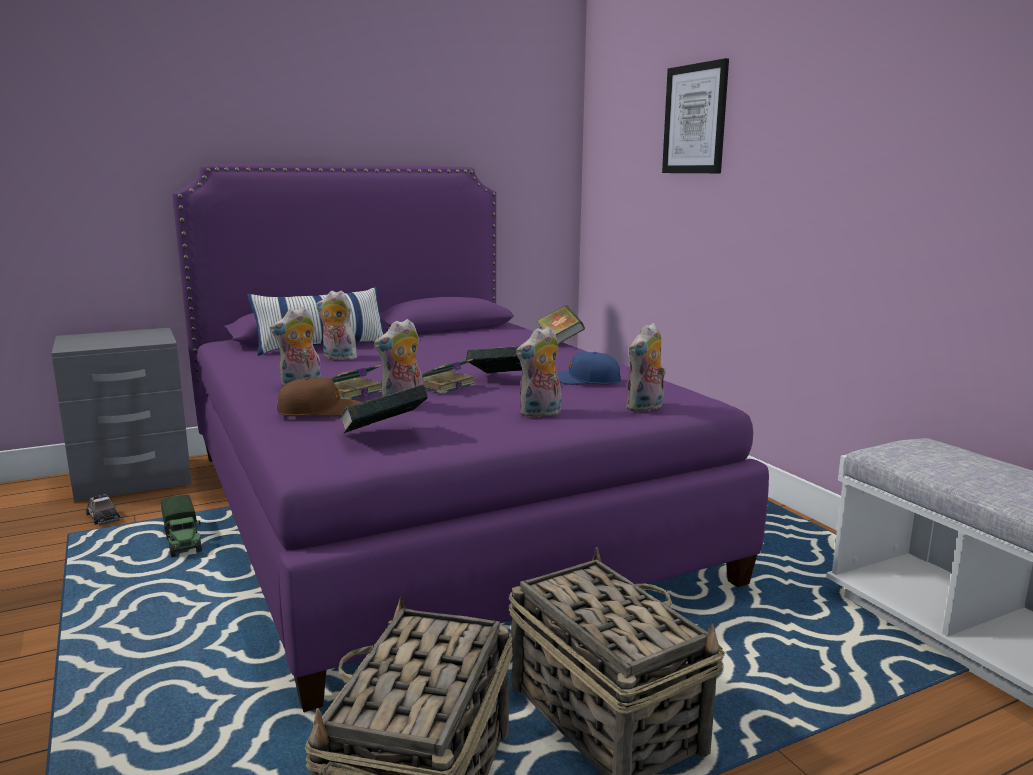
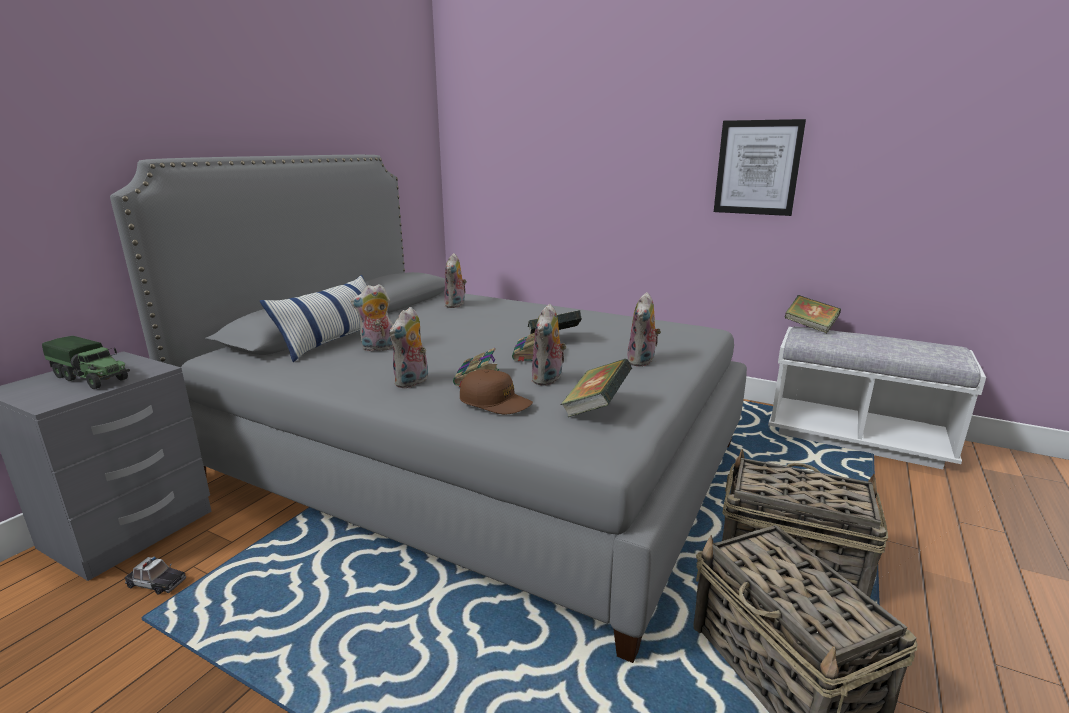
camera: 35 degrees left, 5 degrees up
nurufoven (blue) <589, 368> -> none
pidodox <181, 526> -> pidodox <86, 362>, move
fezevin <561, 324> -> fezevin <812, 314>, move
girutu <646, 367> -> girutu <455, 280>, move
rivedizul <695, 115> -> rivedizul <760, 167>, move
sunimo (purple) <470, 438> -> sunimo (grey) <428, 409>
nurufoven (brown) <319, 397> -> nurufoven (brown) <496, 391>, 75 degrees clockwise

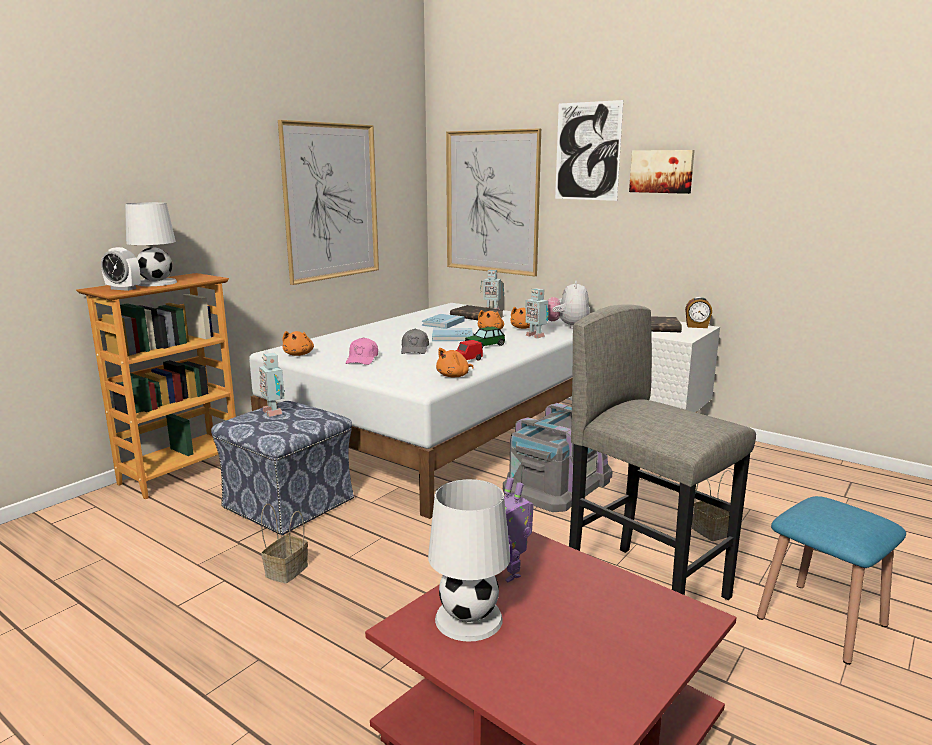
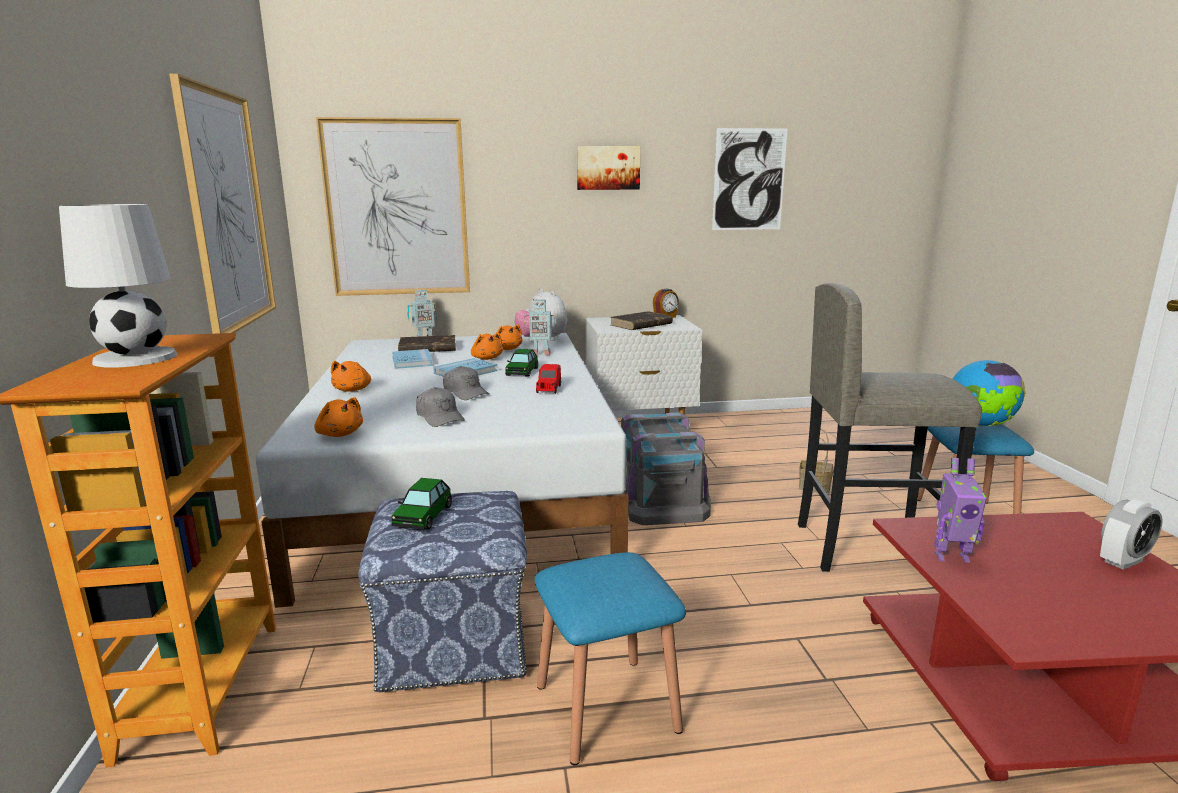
camera: 45 degrees left, 0 degrees up
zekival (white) <469, 560> -> none
none -> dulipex <989, 393>
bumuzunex <120, 269> -> bumuzunex <1131, 534>, move
girutu (orange) <455, 362> -> girutu (orange) <351, 376>, move
rivedizul <589, 150> -> rivedizul <749, 179>, move
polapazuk <272, 385> -> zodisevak <422, 503>
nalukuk <284, 543> -> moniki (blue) <610, 658>
nurufoven (pink) <362, 351> -> nurufoven (grey) <440, 407>

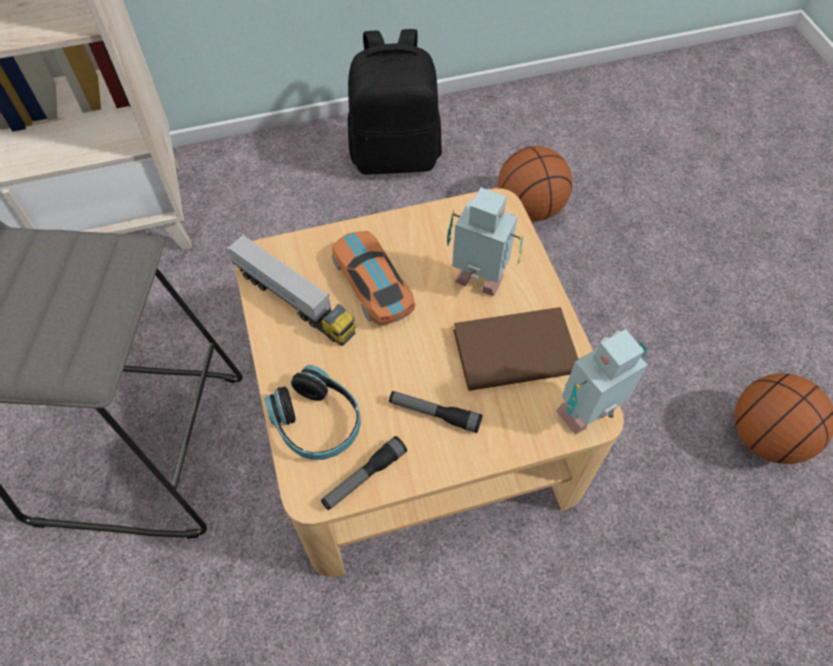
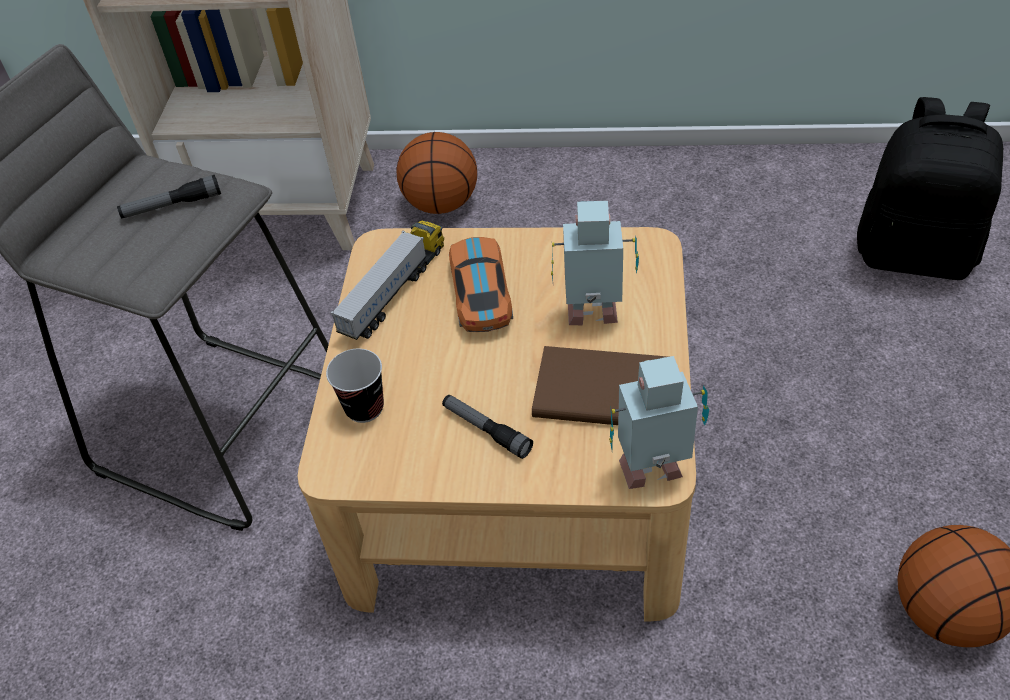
camera: 25 degrees right, 10 degrees down
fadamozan <364, 473> -> fadamozan <169, 197>, move
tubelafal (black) <395, 101> -> tubelafal (black) <930, 188>, move
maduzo <535, 183> -> maduzo <437, 173>, move
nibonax <312, 412> -> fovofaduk <355, 386>
pidodox <291, 290> -> pidodox <387, 280>, 120 degrees counterclockwise
polapazuk <485, 241> -> polapazuk <595, 263>, 45 degrees counterclockwise

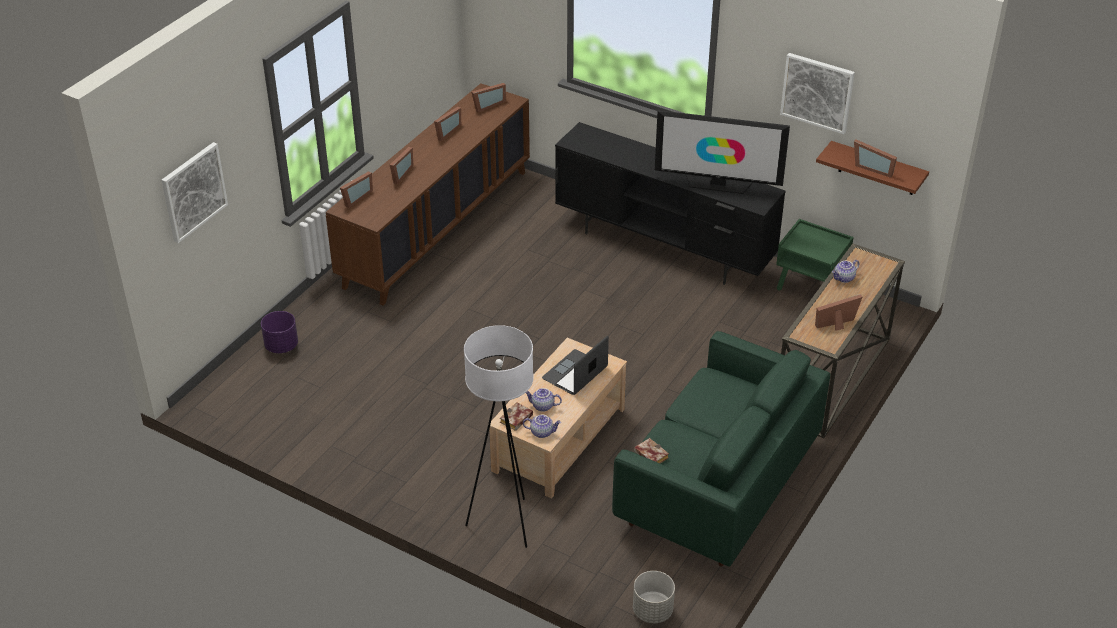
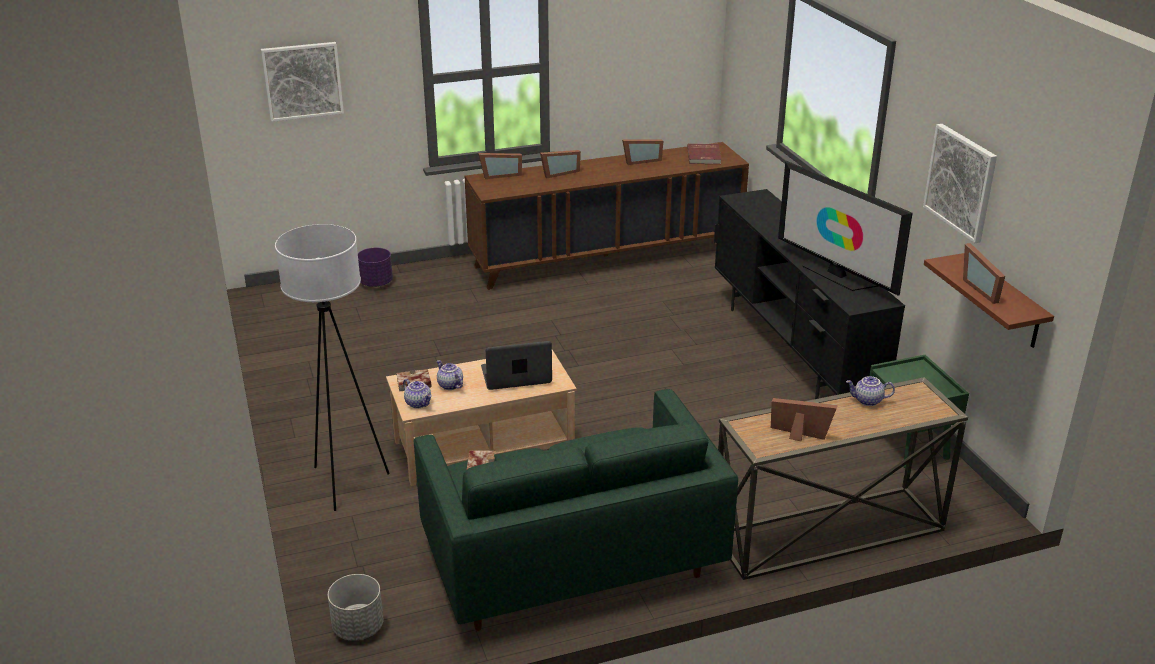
camera: 40 degrees right, 10 degrees down
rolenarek <488, 98> -> fezevin (red) <704, 153>

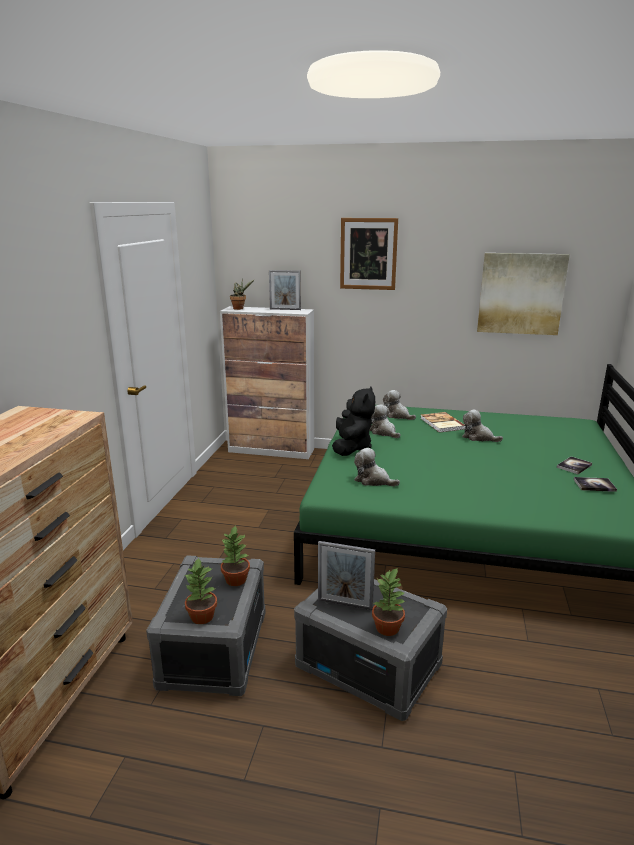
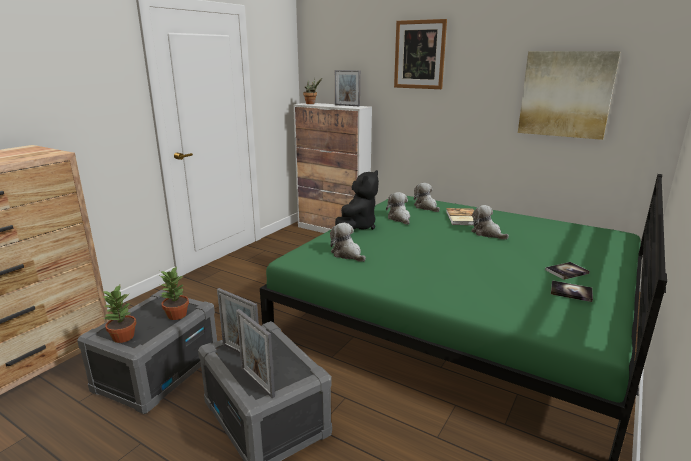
camera: 20 degrees right, 0 degrees up
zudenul <389, 601> -> rolenarek <255, 353>

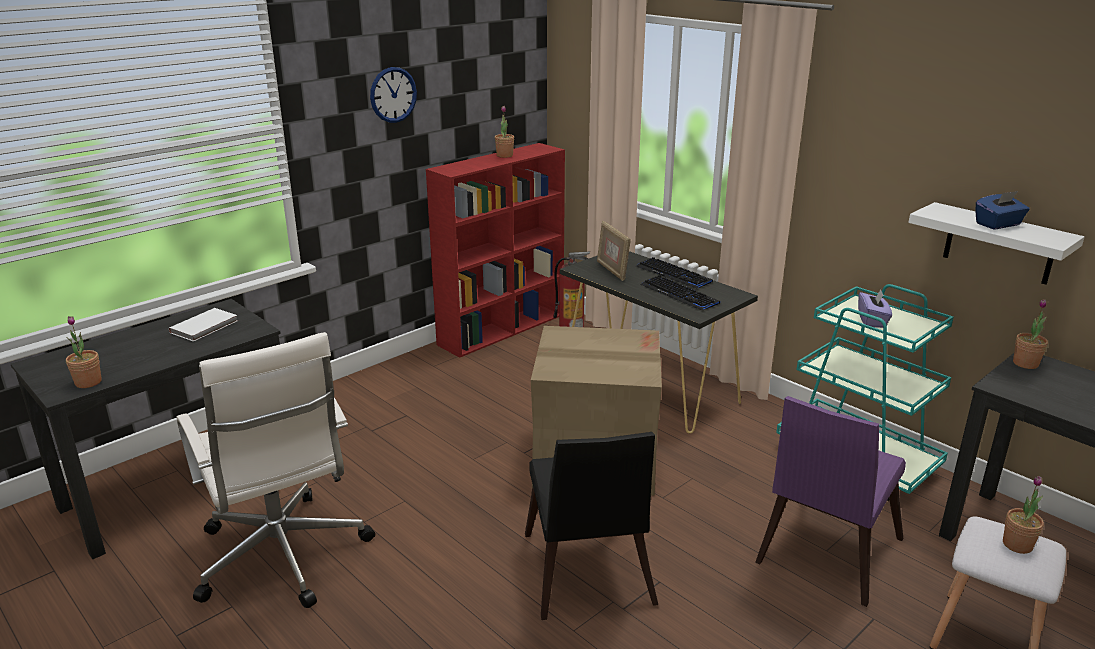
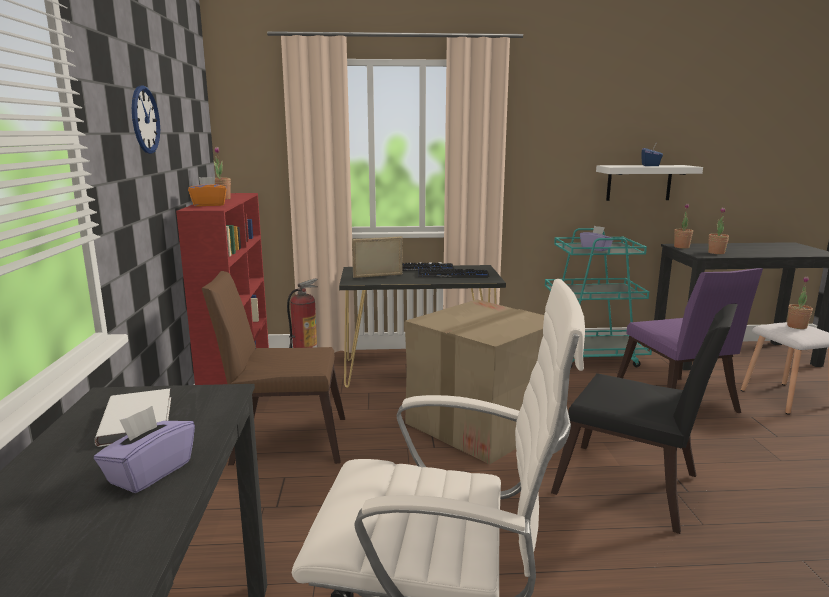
camera: 50 degrees left, 10 degrees down
none -> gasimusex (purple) <144, 449>
none -> gasimusex (orange) <207, 192>
none -> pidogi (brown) <273, 368>
zudenul <84, 352> -> zudenul <718, 230>, move
rolenarek <614, 251> -> rolenarek <377, 257>, 150 degrees clockwise

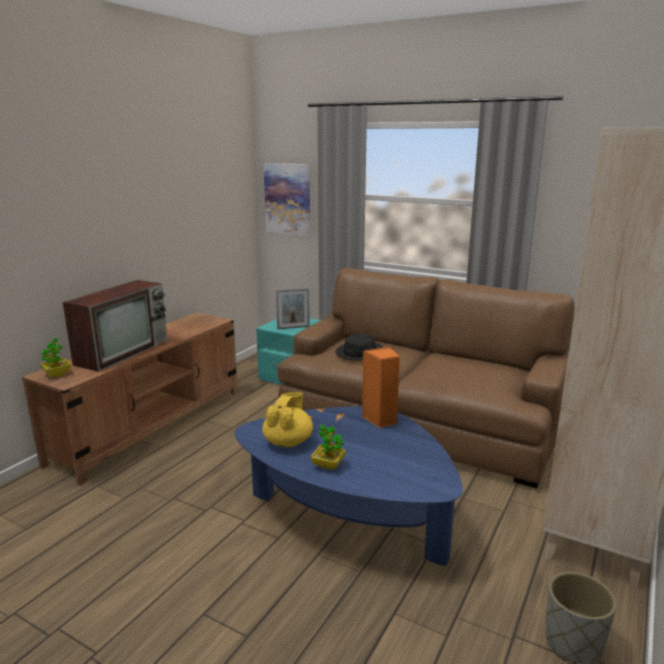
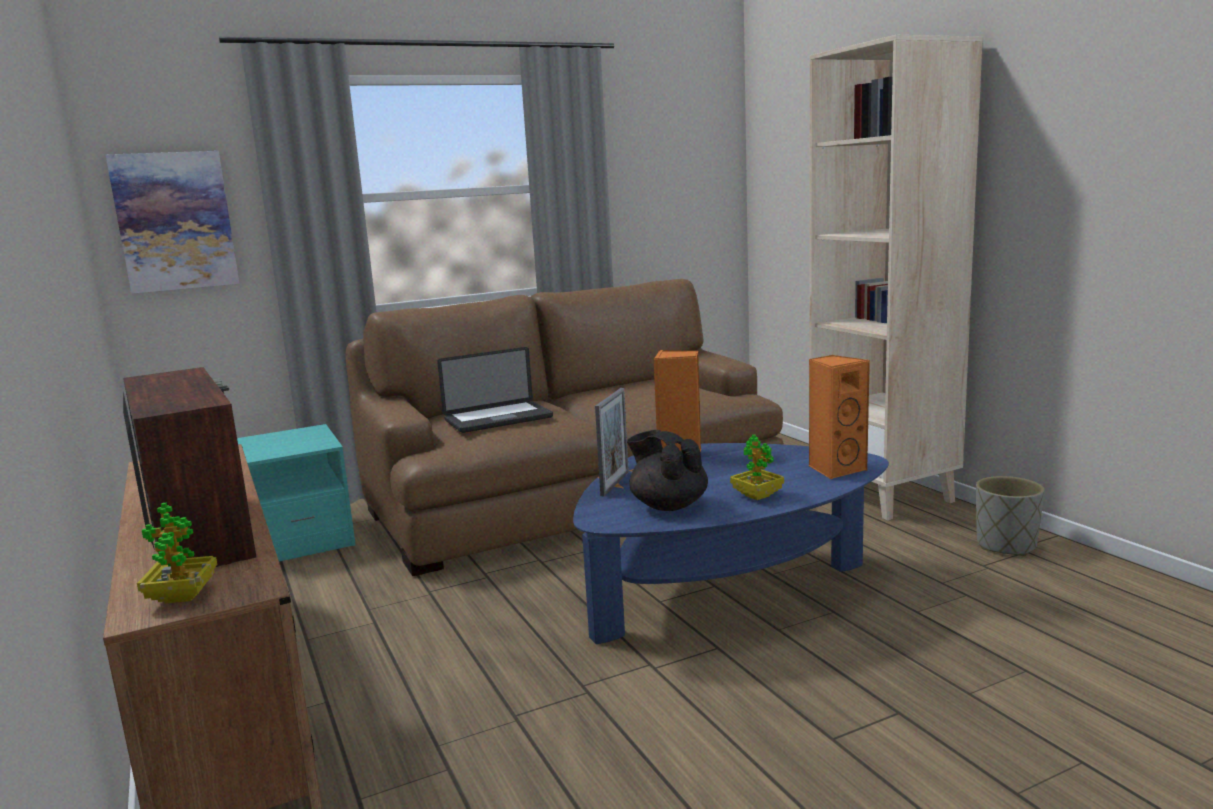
camera: 55 degrees left, 5 degrees down
none -> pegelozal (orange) <839, 417>
rolenarek <293, 308> -> rolenarek <612, 442>, move
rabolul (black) <359, 347> -> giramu <495, 390>
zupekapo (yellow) <287, 419> -> zupekapo (black) <667, 470>

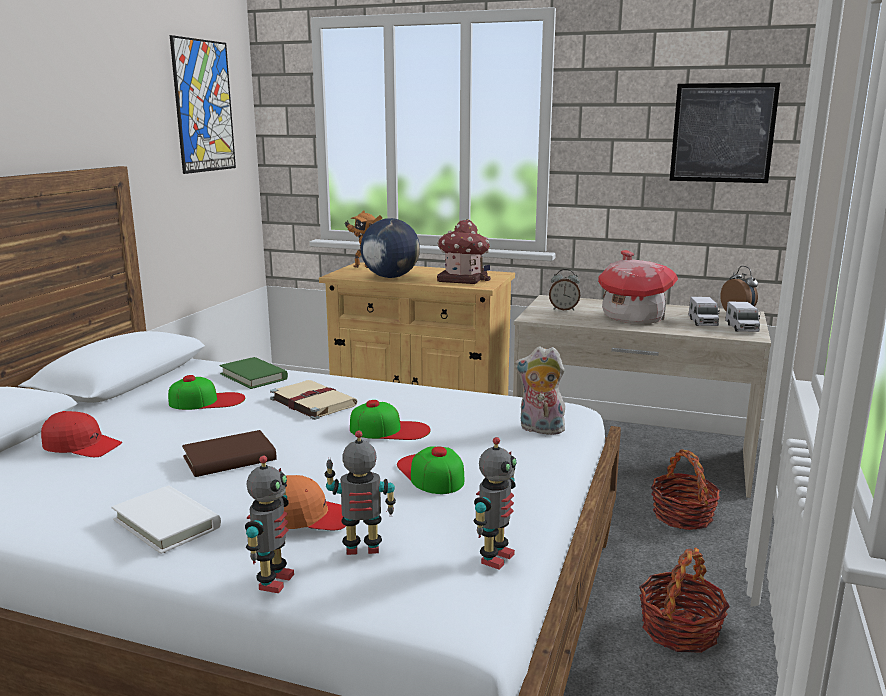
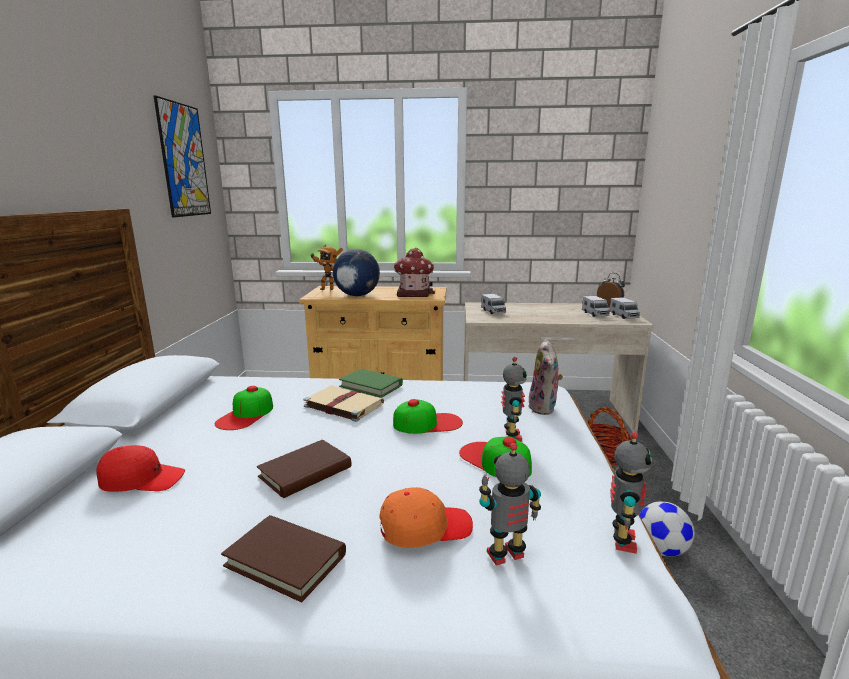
camera: 15 degrees left, 0 degrees up
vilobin <638, 287> -> none
rivedizul <725, 133> -> none
fezevin (green) <254, 373> -> fezevin (green) <371, 383>, move
polapazuk <269, 524> -> polapazuk <514, 399>, move
bumuzunex <564, 290> -> pidodox <493, 304>
nalukuk <684, 600> -> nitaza <667, 529>
fezevin (white) <166, 520> -> fezevin (brown) <283, 558>
nurufoven <206, 392> -> nurufoven <244, 408>, 135 degrees clockwise
girutu <541, 390> -> girutu <545, 377>, 90 degrees counterclockwise

